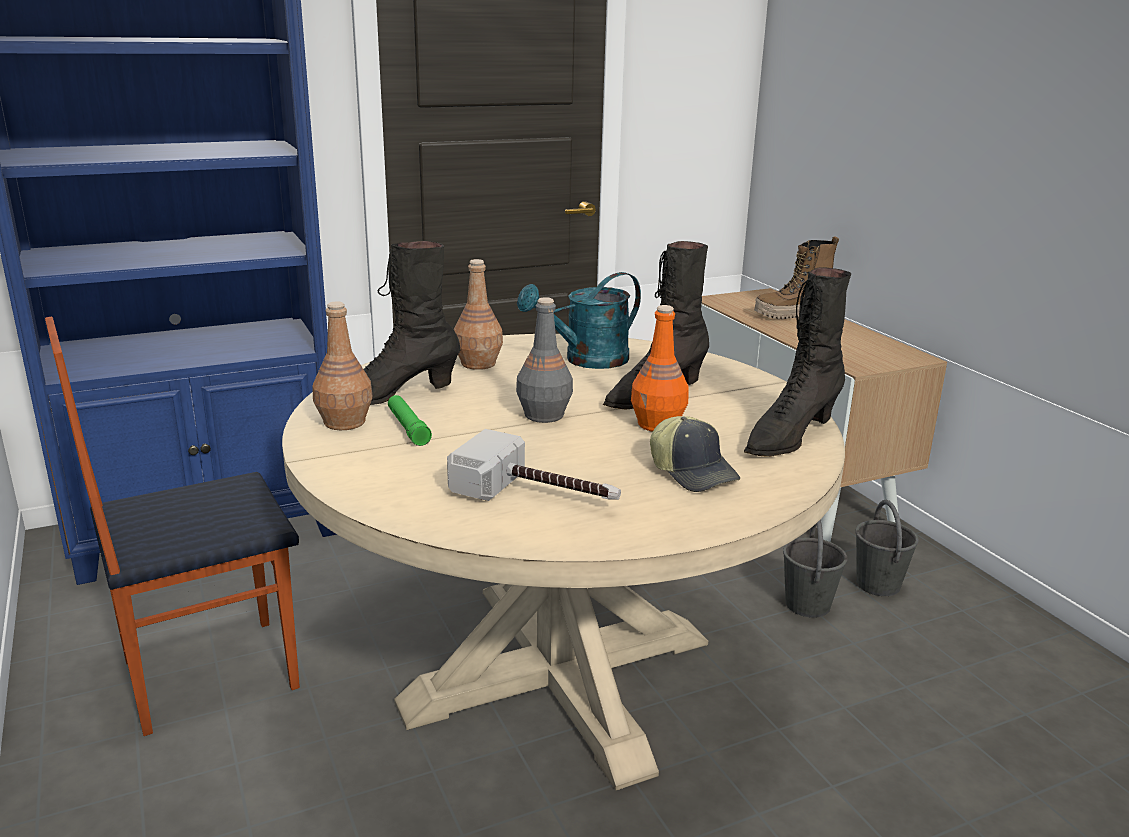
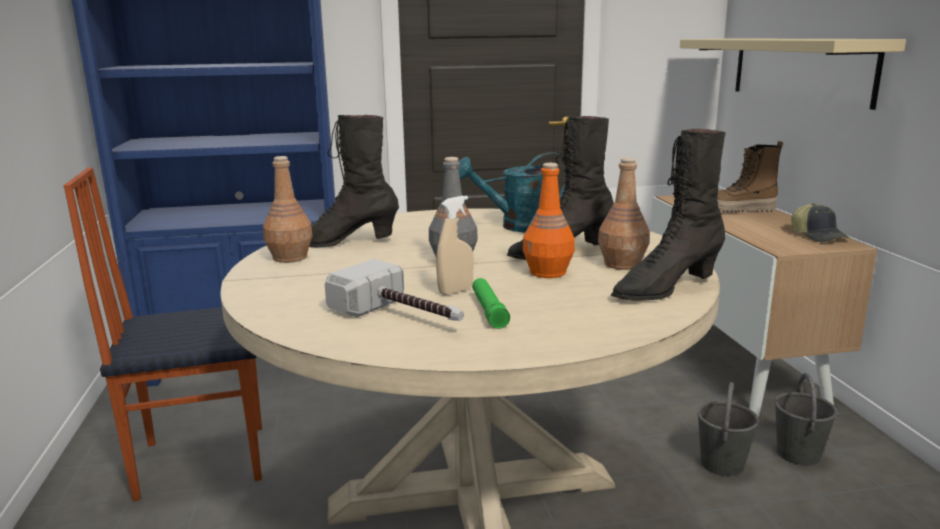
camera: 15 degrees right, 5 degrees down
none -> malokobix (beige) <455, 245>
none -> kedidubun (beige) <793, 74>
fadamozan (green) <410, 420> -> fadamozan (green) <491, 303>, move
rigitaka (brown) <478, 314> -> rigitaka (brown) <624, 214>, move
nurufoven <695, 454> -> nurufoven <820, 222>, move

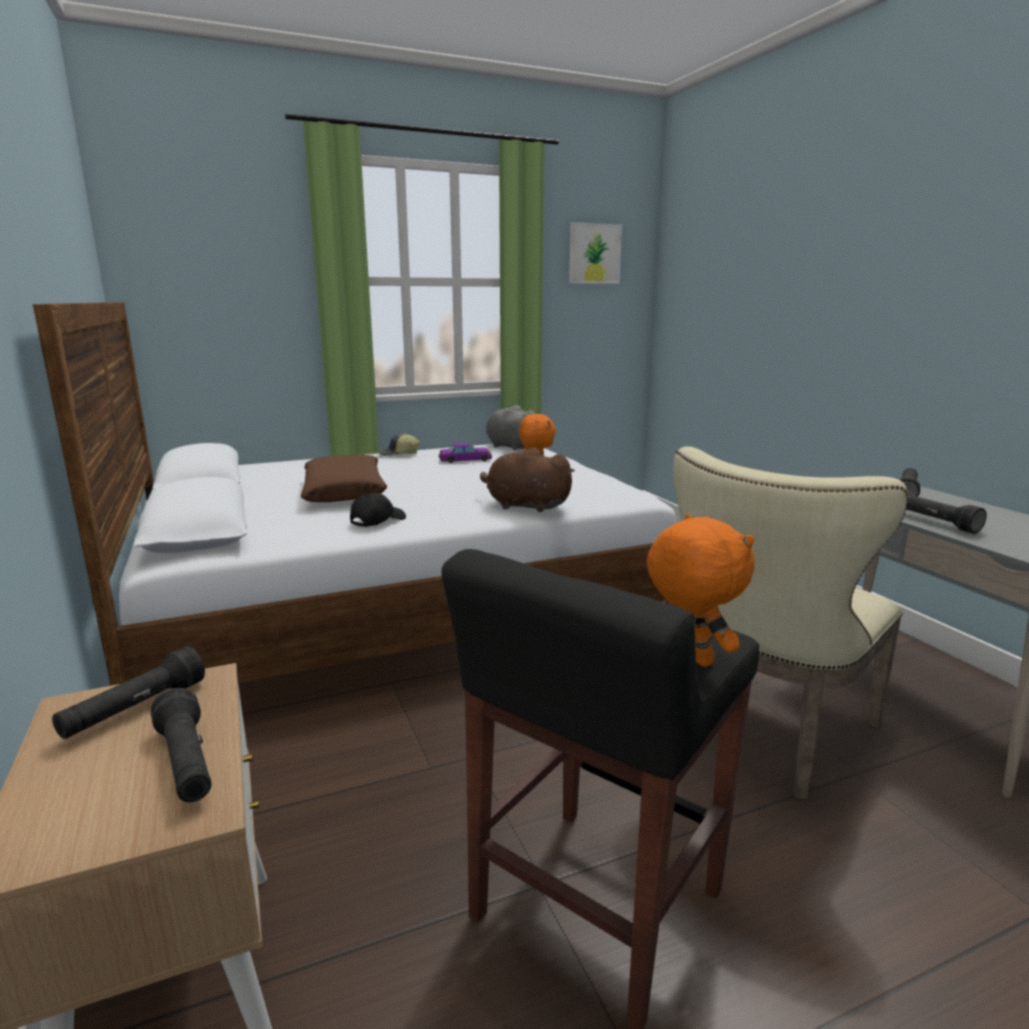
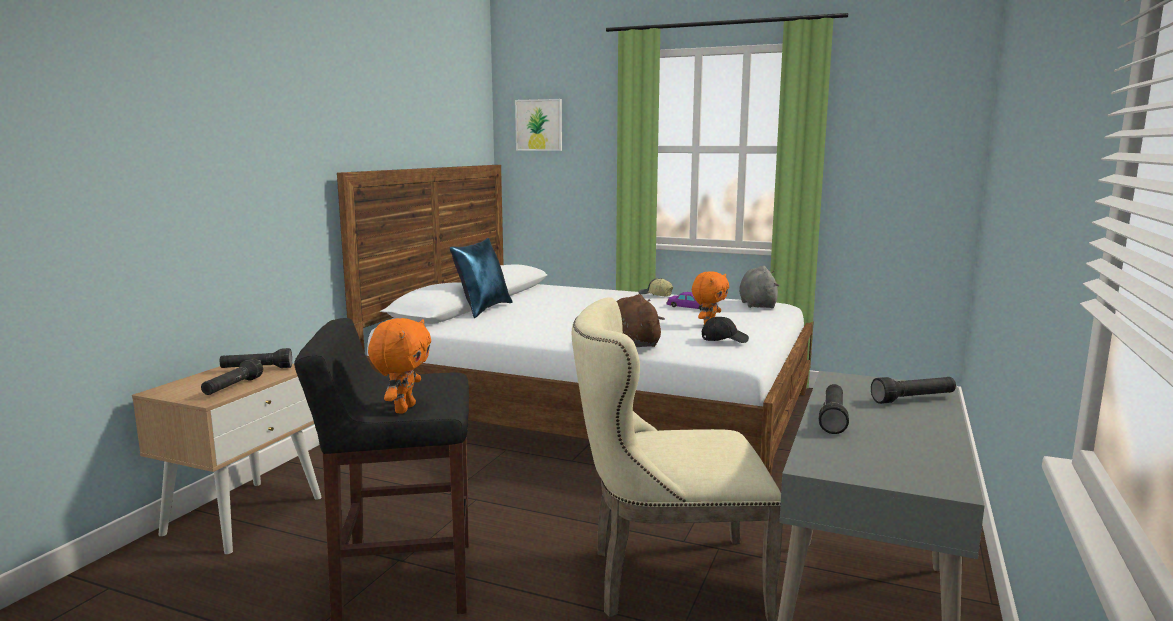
camera: 45 degrees right, 5 degrees down
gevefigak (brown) <344, 478> -> none
none -> gevefigak (blue) <481, 278>
nurufoven (black) <378, 510> -> nurufoven (black) <725, 330>, move
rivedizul <595, 253> -> rivedizul <538, 125>, move

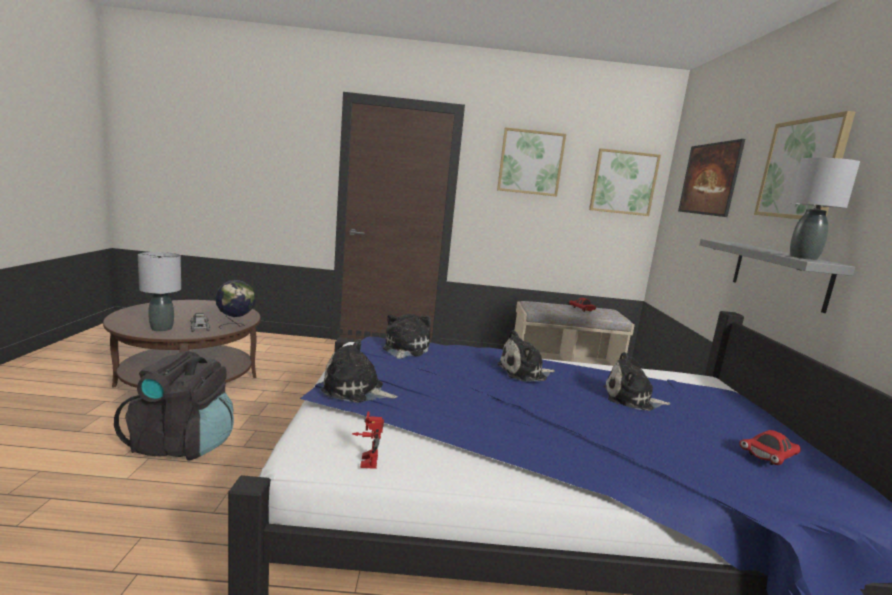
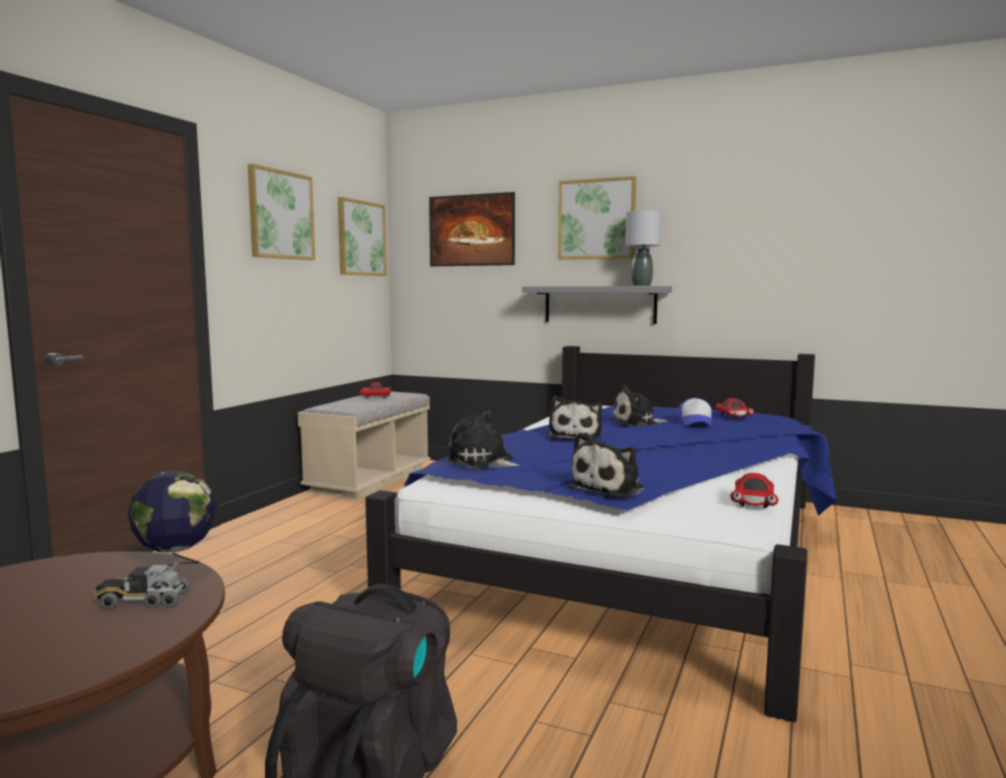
camera: 65 degrees left, 5 degrees down
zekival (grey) <159, 292> -> none
none -> nurufoven <694, 412>
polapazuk <368, 440> -> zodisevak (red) <754, 490>
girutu <637, 381> -> girutu <639, 405>, 45 degrees clockwise

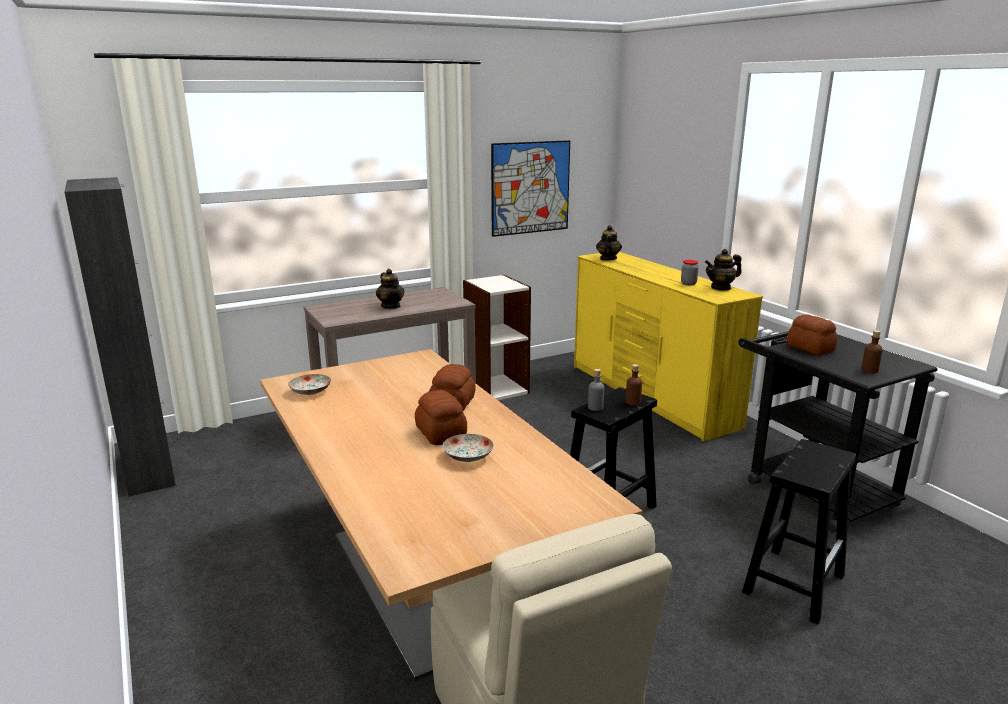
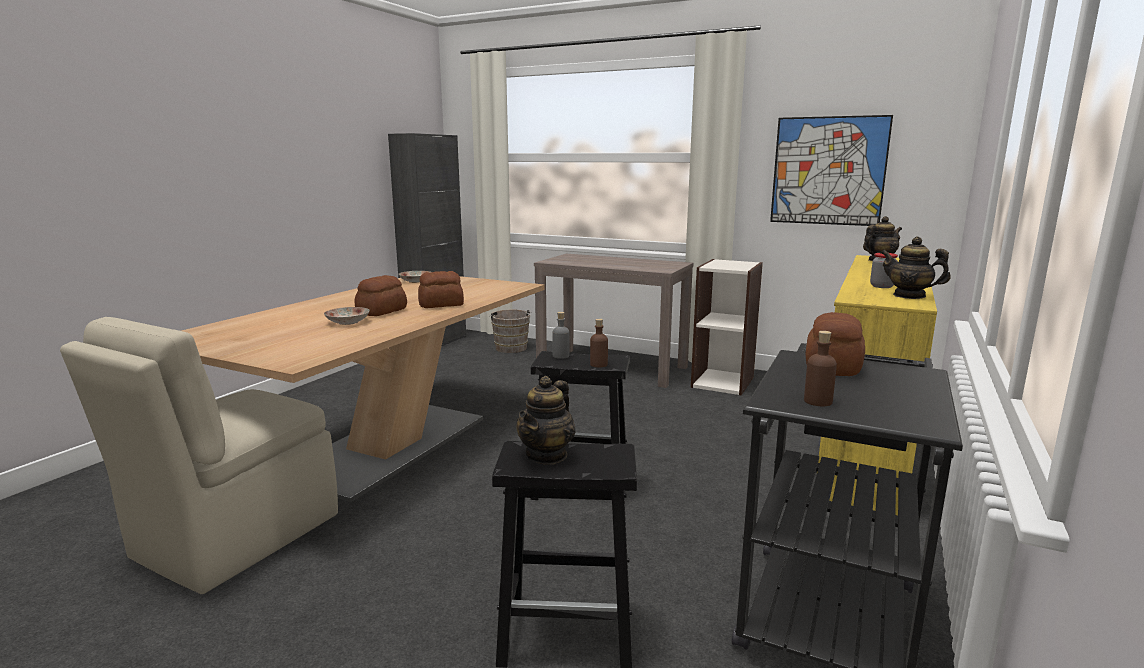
camera: 55 degrees right, 5 degrees down
none -> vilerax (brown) <510, 331>
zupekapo <390, 289> -> zupekapo <546, 420>, move

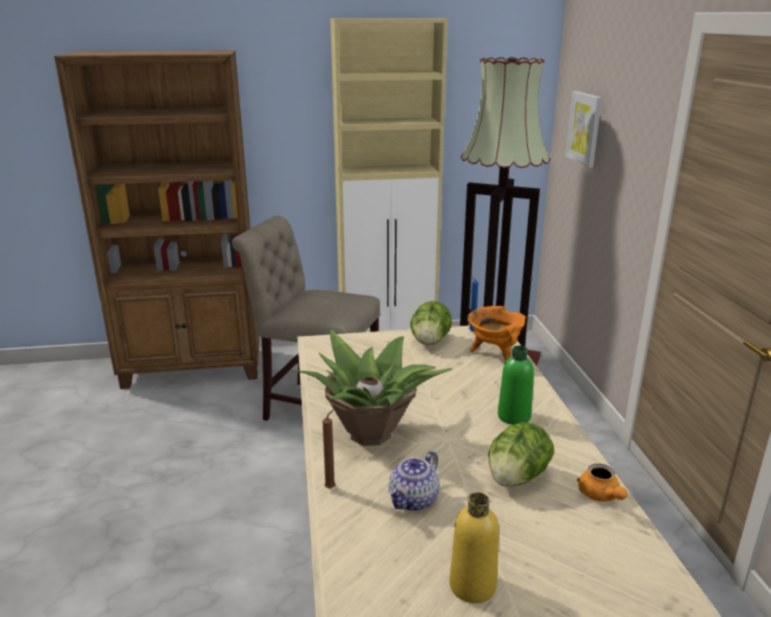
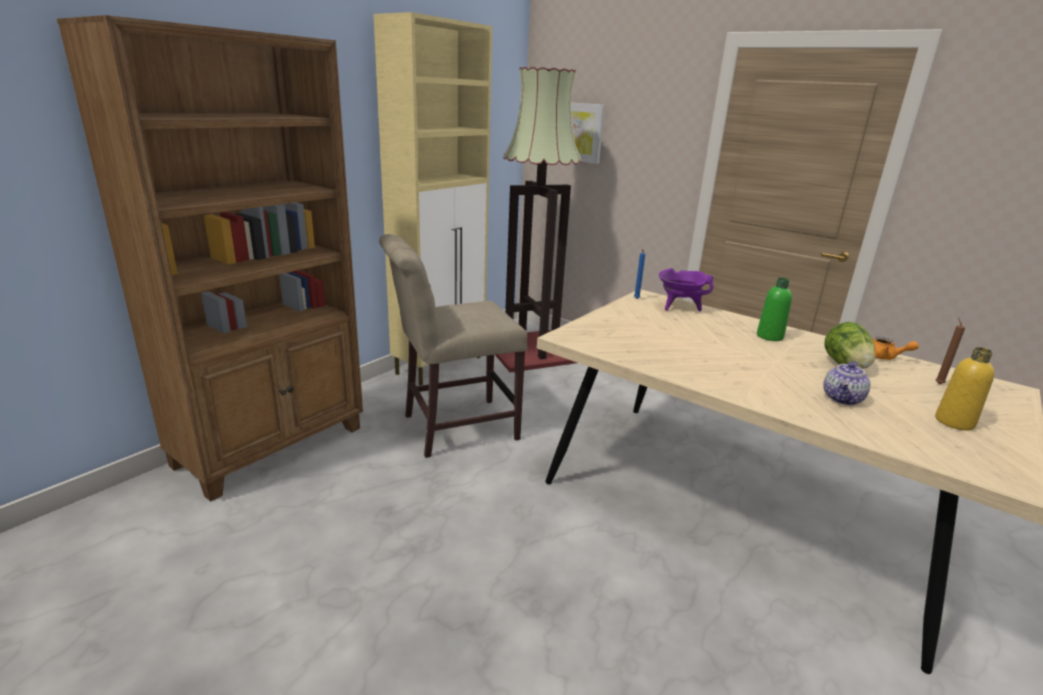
camera: 45 degrees left, 0 degrees up
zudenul <372, 388> -> none
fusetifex <431, 323> -> none
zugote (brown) <329, 449> -> zugote (brown) <950, 350>, move
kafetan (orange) <496, 334> -> kafetan (purple) <686, 289>
zupekapo <413, 481> -> zupekapo <847, 383>, 45 degrees clockwise

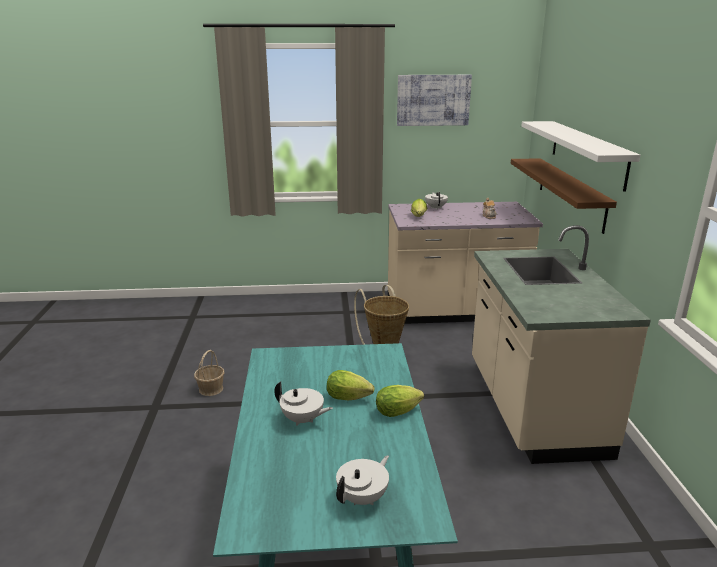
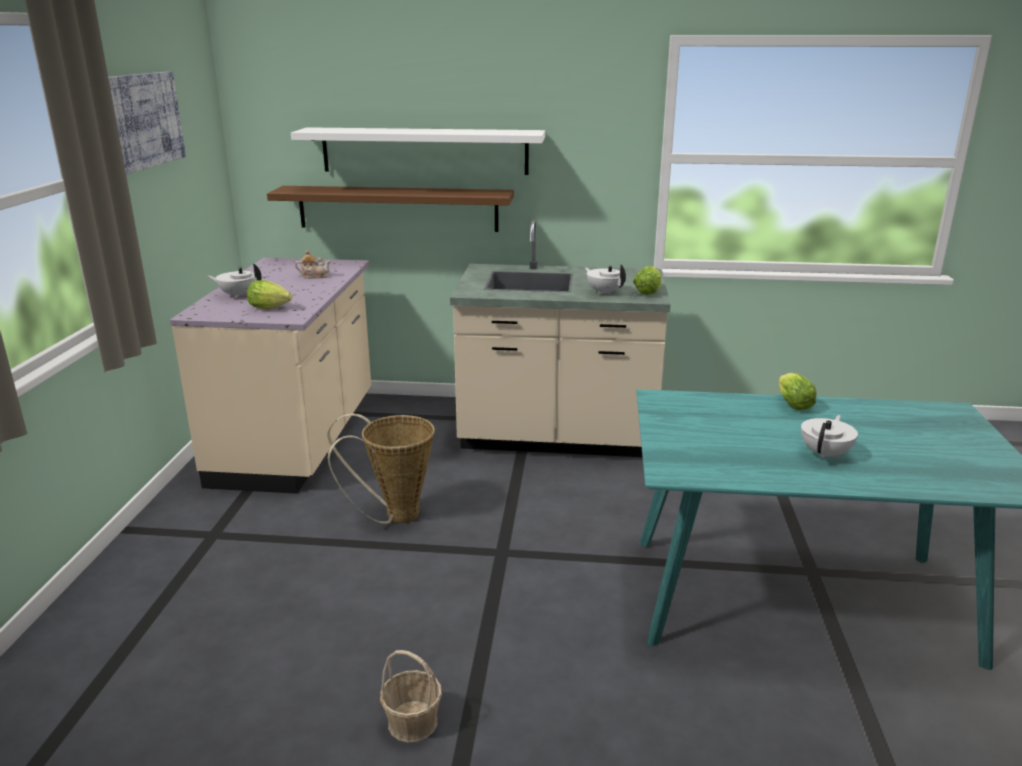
camera: 80 degrees left, 0 degrees up
fusetifex <351, 385> -> fusetifex <647, 280>, move
zupekapo (white) <362, 480> -> zupekapo (white) <605, 279>, move

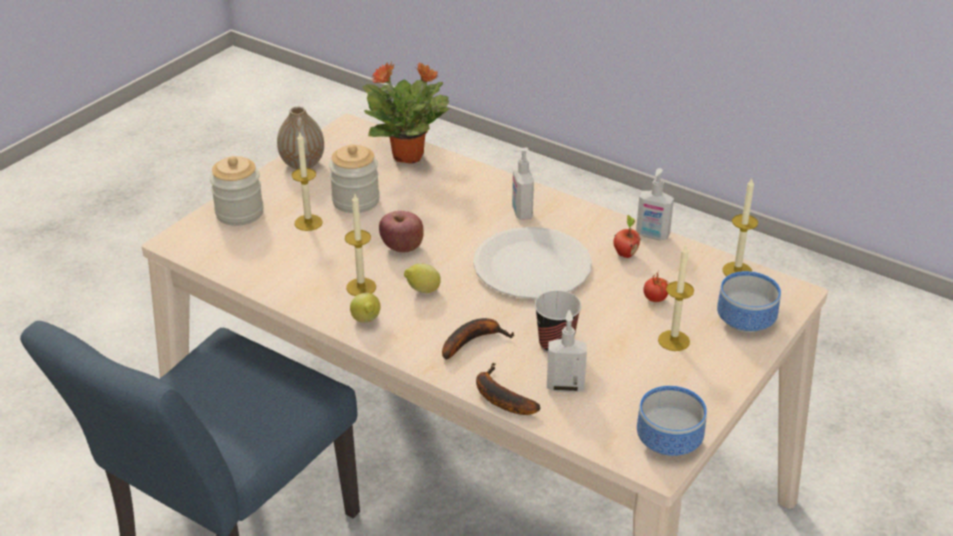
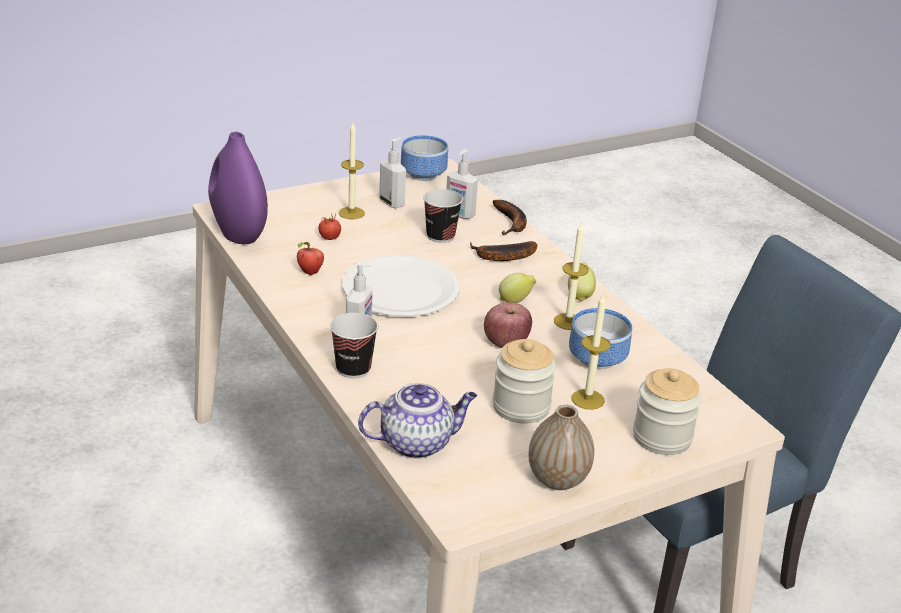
camera: 155 degrees left, 5 degrees down
none -> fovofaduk <354, 346>
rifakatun <655, 204> -> rifakatun <392, 173>, move
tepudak <749, 302> -> tepudak <600, 338>, move
zudenul <406, 113> -> zupekapo <417, 421>
zugote <740, 227> -> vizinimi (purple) <238, 188>

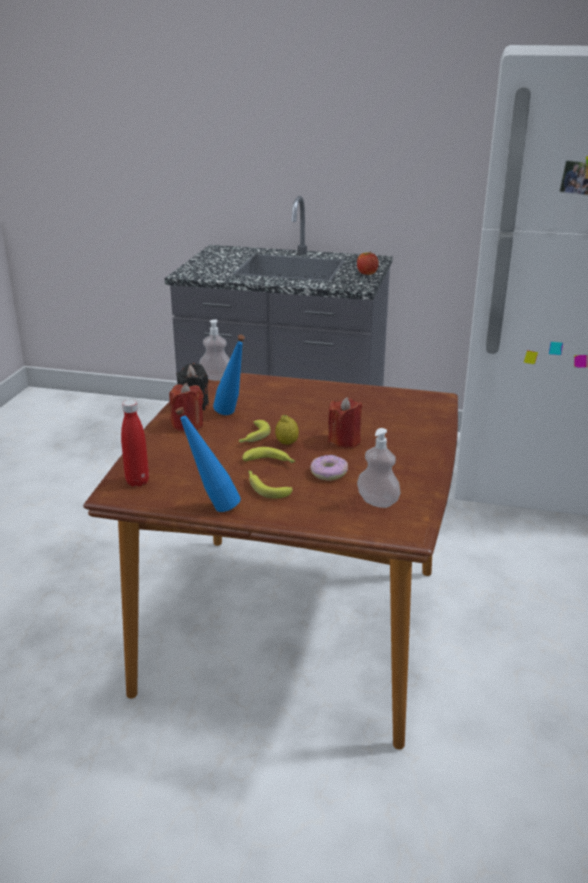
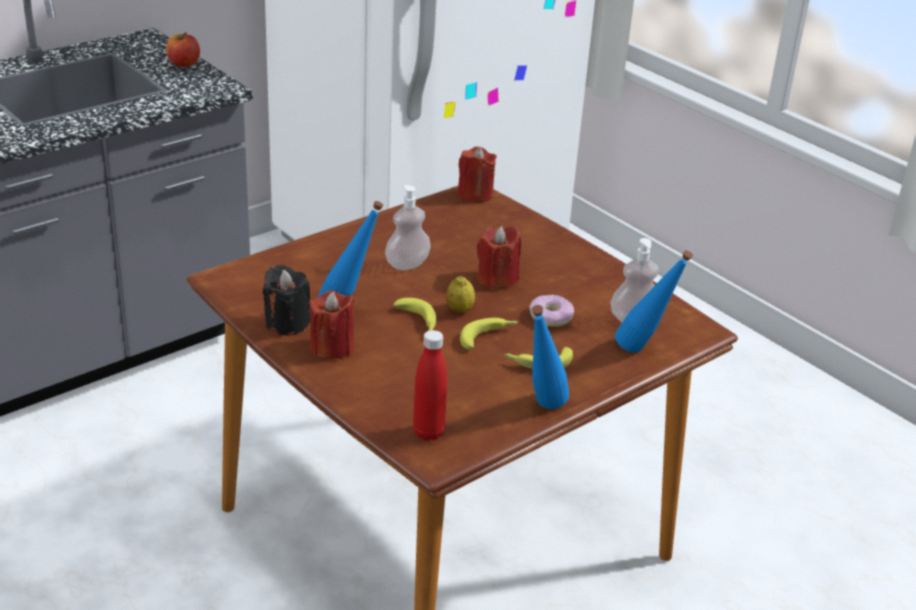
camera: 55 degrees left, 5 degrees up
none -> zugote (red) <477, 174>
none -> rigitaka (blue) <654, 301>
rifakatun <214, 350> -> rifakatun <408, 227>, move

